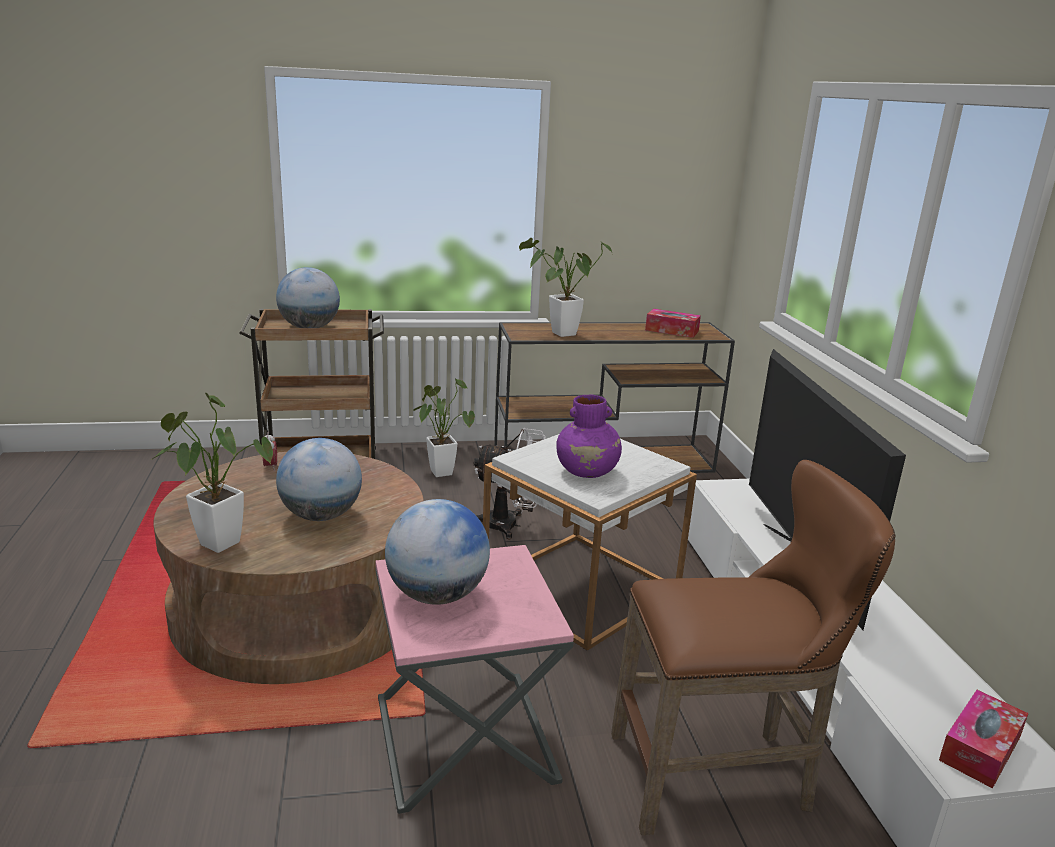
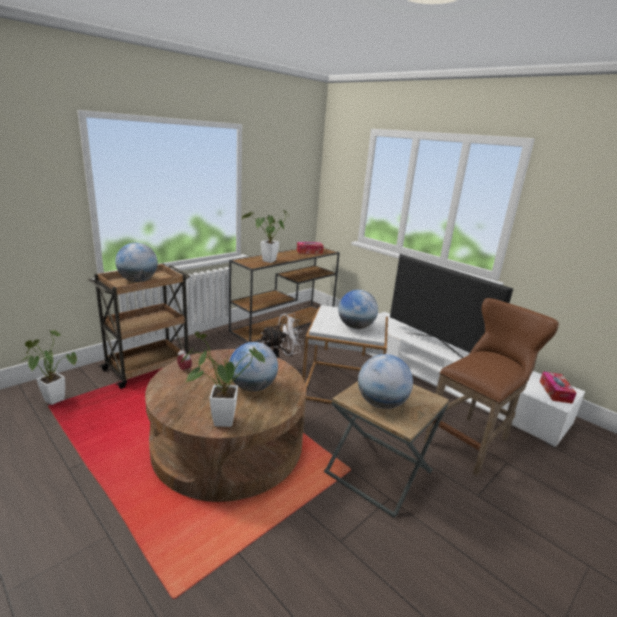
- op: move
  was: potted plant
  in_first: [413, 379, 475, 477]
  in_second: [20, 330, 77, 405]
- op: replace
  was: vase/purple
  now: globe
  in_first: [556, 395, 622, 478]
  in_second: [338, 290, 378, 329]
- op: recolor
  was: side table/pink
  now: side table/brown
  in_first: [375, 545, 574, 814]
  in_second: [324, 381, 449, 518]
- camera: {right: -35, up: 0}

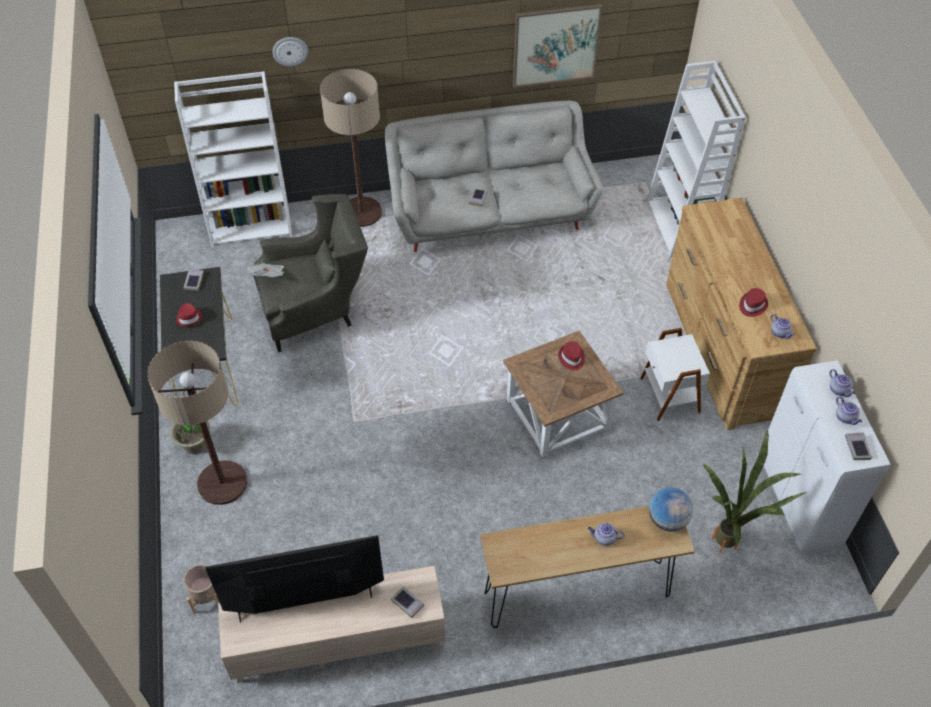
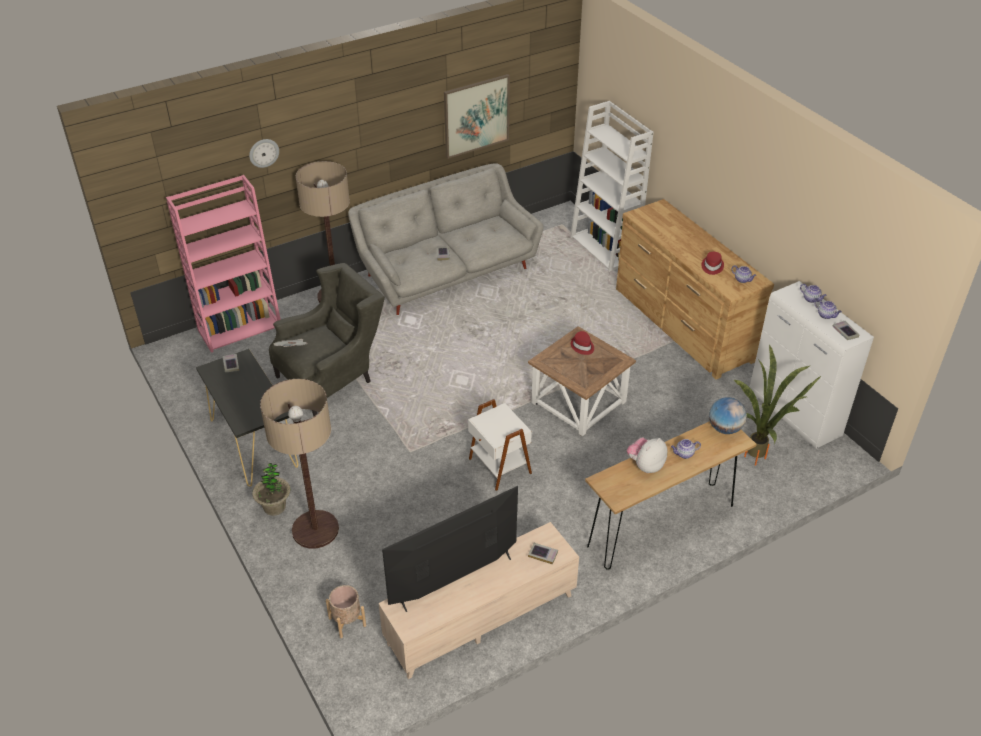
- op: recolor
  was: bookcase/white
  now: bookcase/pink
  in_first: [174, 71, 292, 247]
  in_second: [166, 175, 281, 353]
- op: delete
  was: hat/red
  in_first: [176, 303, 202, 327]
- op: move
  was: side table/white
  in_first: [640, 328, 710, 421]
  in_second: [468, 399, 532, 491]
- op: insert
  now: plush toy
  in_second: [627, 438, 667, 473]
- camera: {right: -20, up: -10}

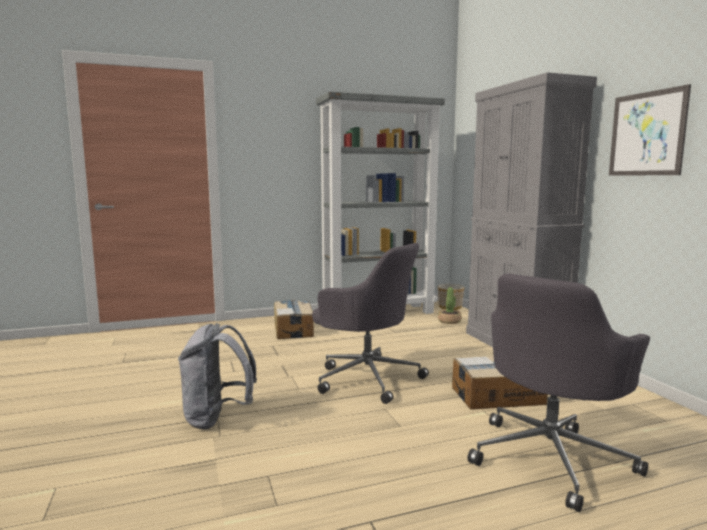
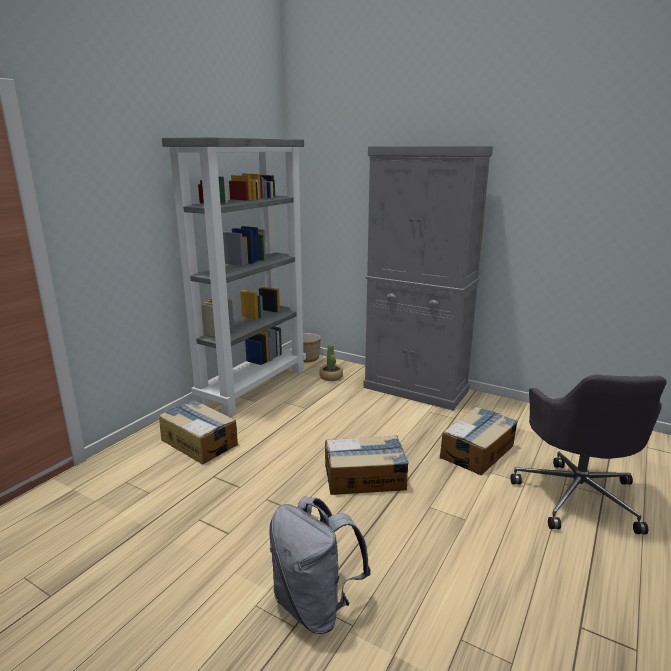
- op: delete
  was: picture
  in_first: [609, 84, 691, 176]
- op: replace
  was: office chair/grey
  now: cardboard box
  in_first: [312, 243, 429, 404]
  in_second: [325, 435, 409, 495]
- camera: {right: -40, up: 10}

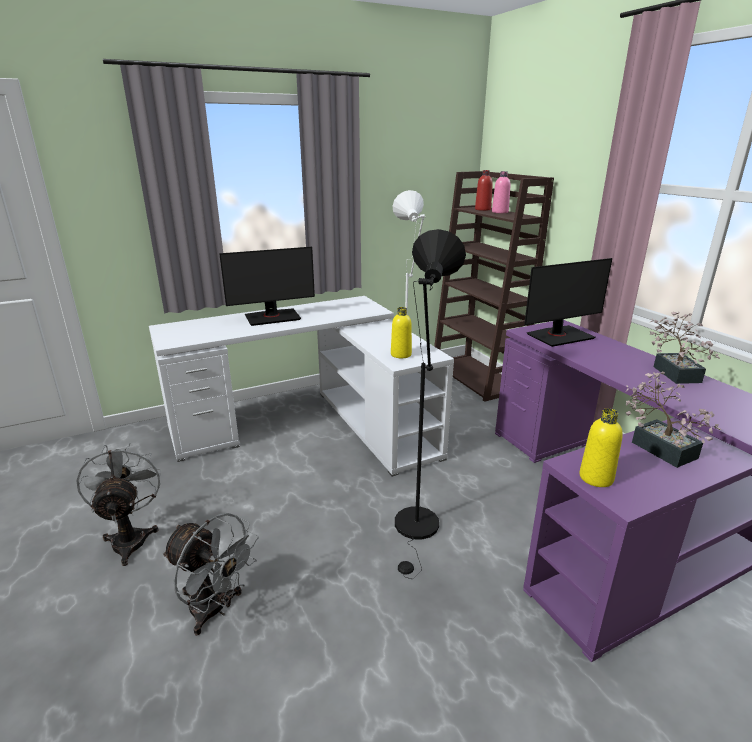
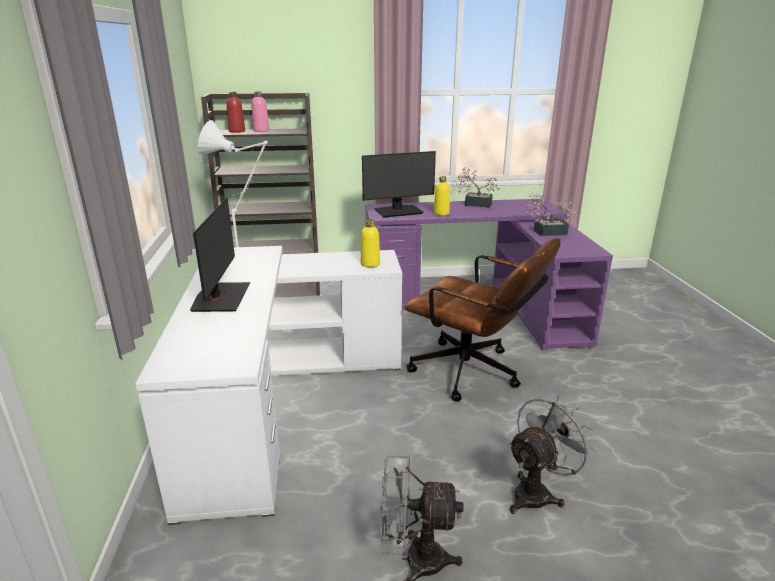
- op: replace
  was: floor lamp/black
  now: office chair/brown
  in_first: [395, 229, 466, 579]
  in_second: [405, 238, 561, 401]
- op: rotate
  was: monitor
  in_first: [524, 258, 612, 347]
  in_second: [362, 151, 436, 218]
  clockwise: 75
- op: move
  was: bottle/yellow
  in_first: [579, 408, 623, 487]
  in_second: [434, 176, 450, 216]
- camera: {right: -70, up: 0}

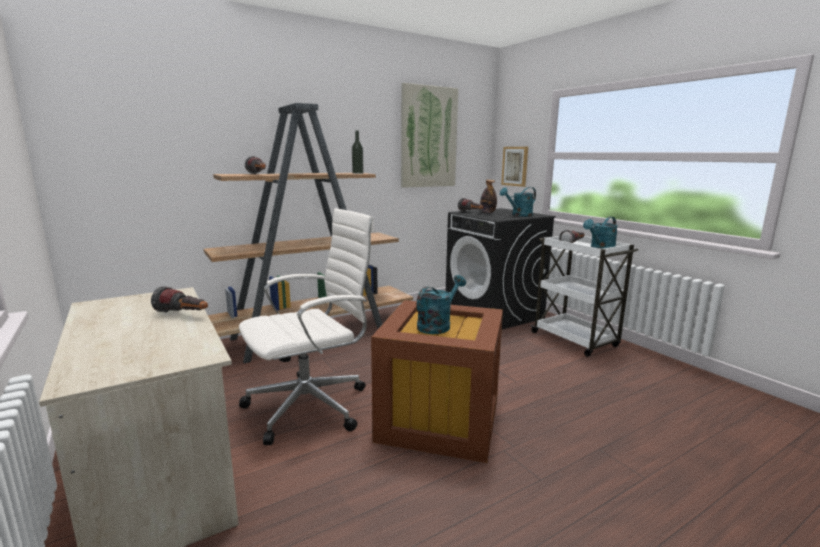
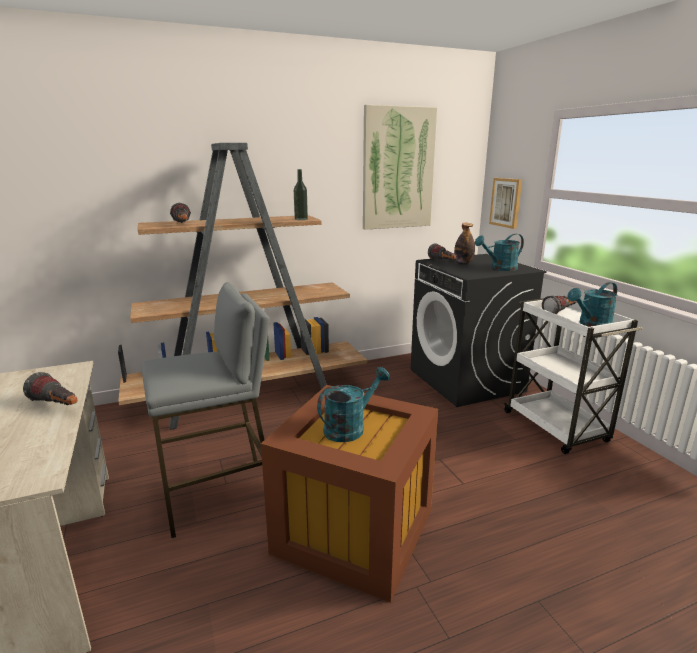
- op: replace
  was: office chair/white
  now: stool/grey
  in_first: [239, 208, 375, 445]
  in_second: [141, 282, 270, 539]
- camera: {right: 10, up: 5}

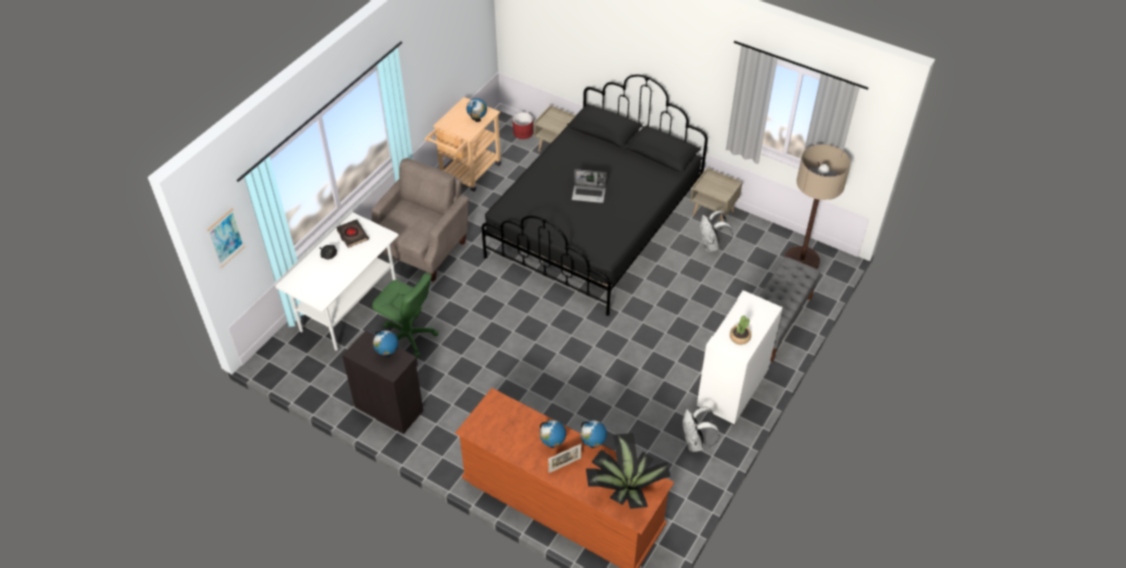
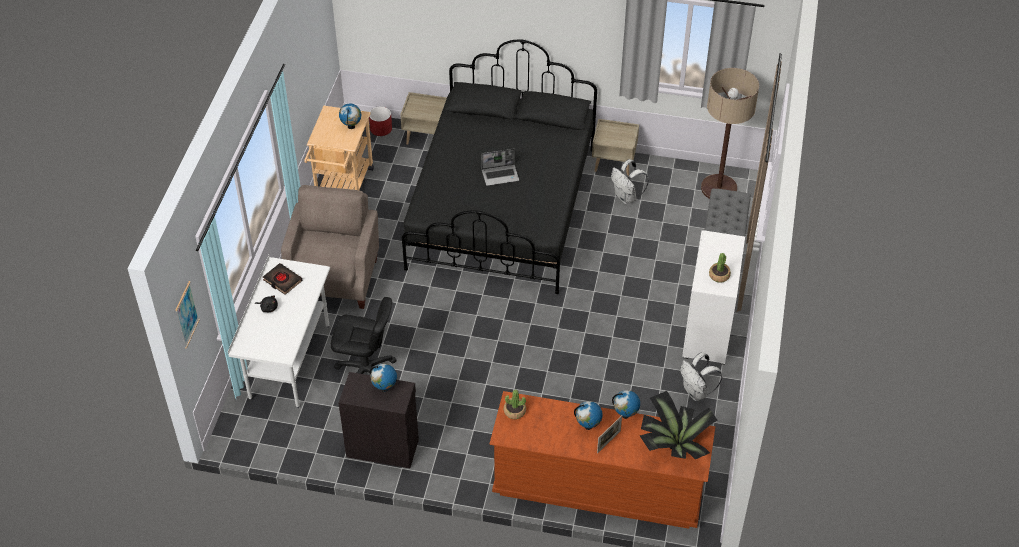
- op: recolor
  was: office chair/green
  now: office chair/black
  in_first: [372, 273, 438, 358]
  in_second: [331, 297, 397, 374]
- op: insert
  now: potted plant
  in_second: [504, 390, 526, 419]
- camera: {right: -20, up: 0}

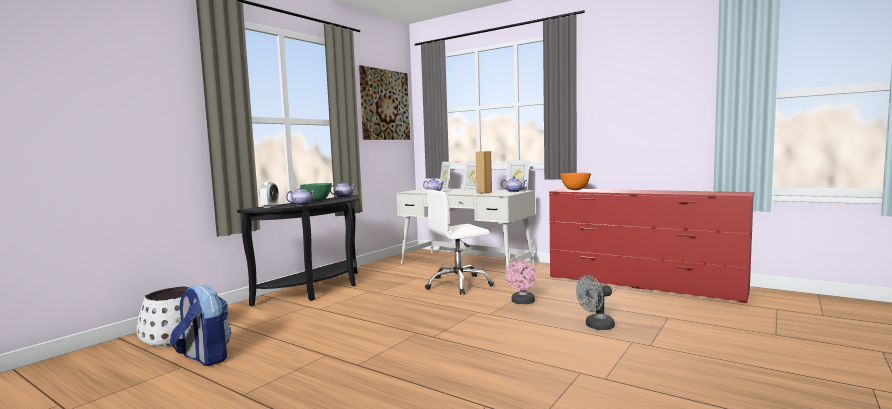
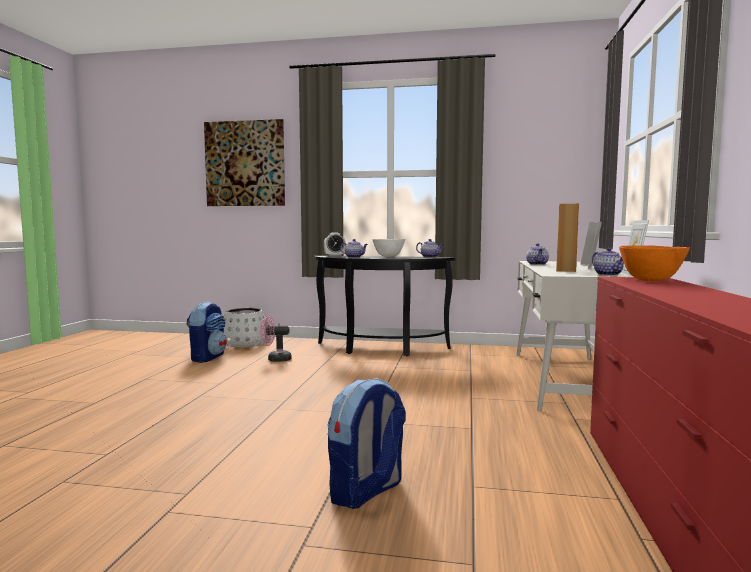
- op: move
  was: picture
  in_first: [359, 65, 410, 140]
  in_second: [204, 119, 285, 206]
- op: recolor
  was: bowl/green
  now: bowl/white
  in_first: [300, 183, 332, 201]
  in_second: [373, 239, 405, 257]
- op: delete
  was: office chair/white
  in_first: [425, 189, 494, 295]
- op: move
  was: fan/pink
  in_first: [505, 260, 536, 304]
  in_second: [260, 315, 291, 362]
- op: replace
  was: fan/grey
  now: backpack
  in_first: [576, 275, 615, 330]
  in_second: [328, 378, 406, 509]
- camera: {right: 65, up: 0}

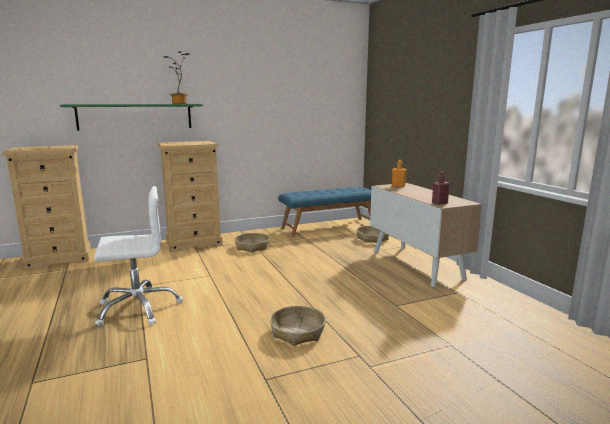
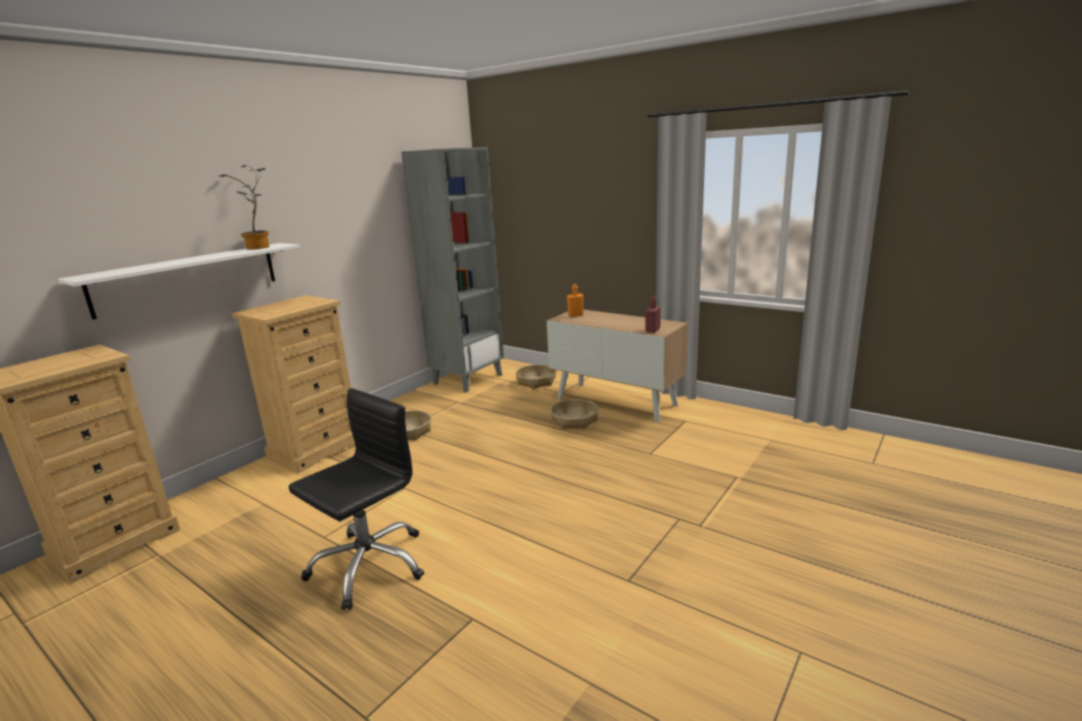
- op: recolor
  was: shelf/green
  now: shelf/white
  in_first: [60, 104, 203, 131]
  in_second: [58, 243, 300, 320]
- op: recolor
  was: office chair/white
  now: office chair/black
  in_first: [94, 186, 183, 327]
  in_second: [289, 388, 424, 610]
- op: replace
  was: bench/blue
  now: bookcase/grey
  in_first: [278, 187, 371, 237]
  in_second: [401, 147, 504, 393]
- op: move
  was: basket
  in_first: [270, 306, 326, 346]
  in_second: [550, 399, 599, 429]
- camera: {right: -30, up: 5}

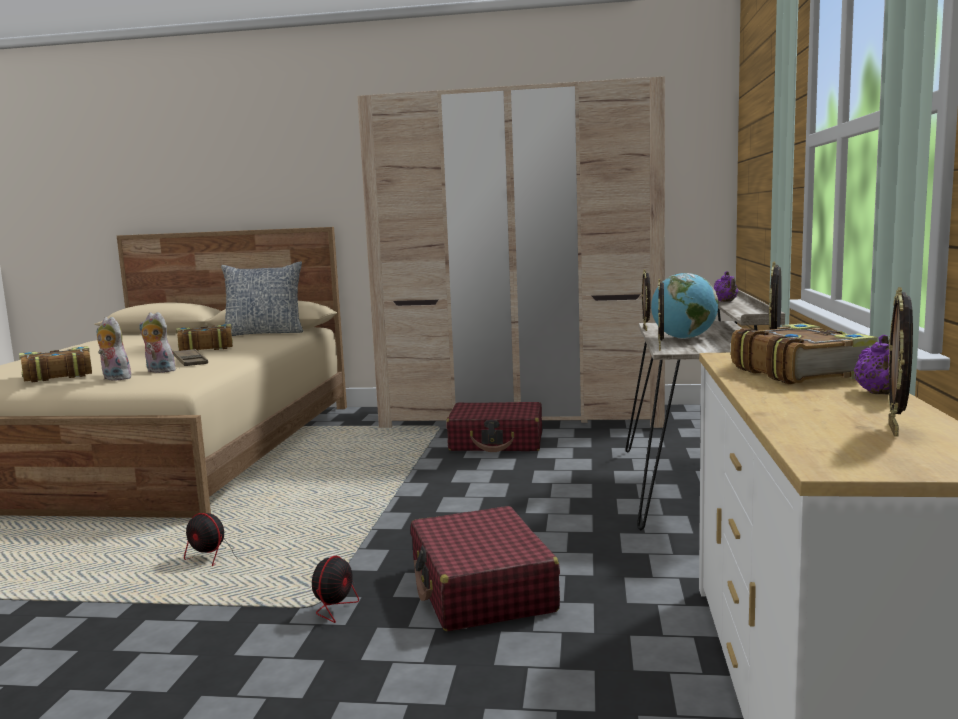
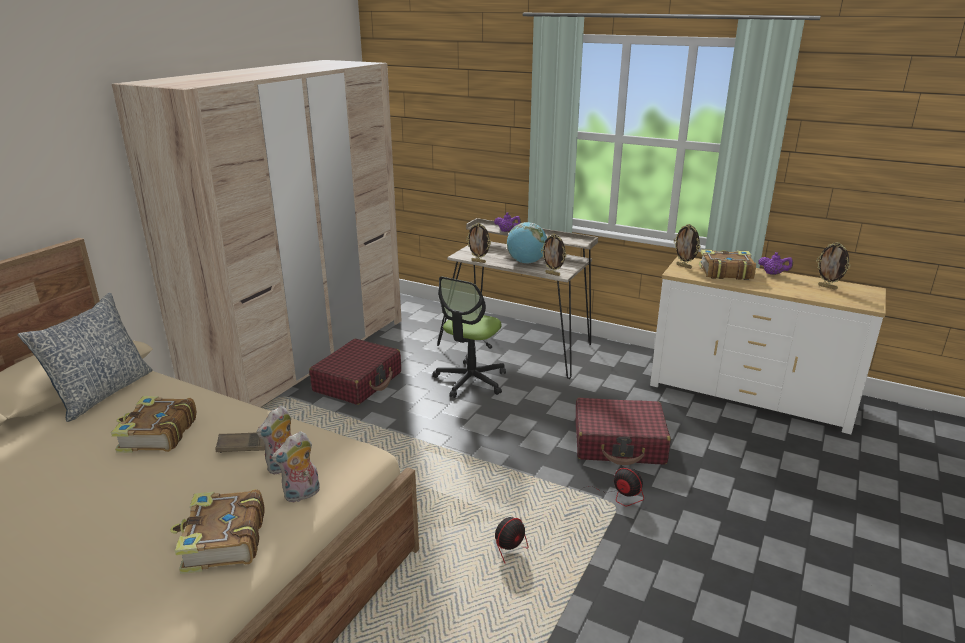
- op: insert
  now: office chair
  in_second: [432, 277, 506, 398]
- camera: {right: -70, up: 15}

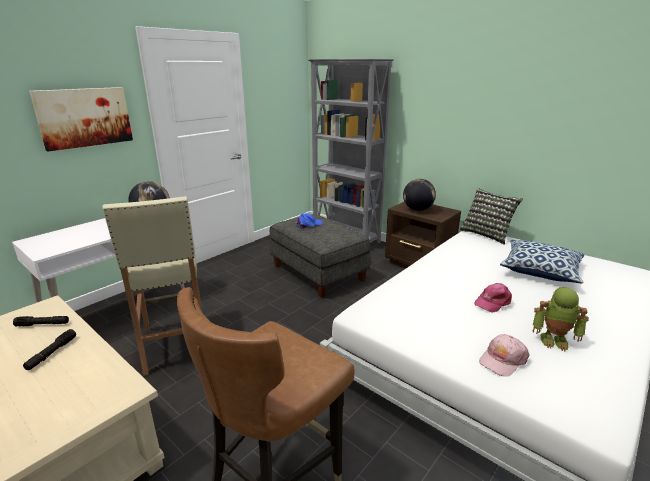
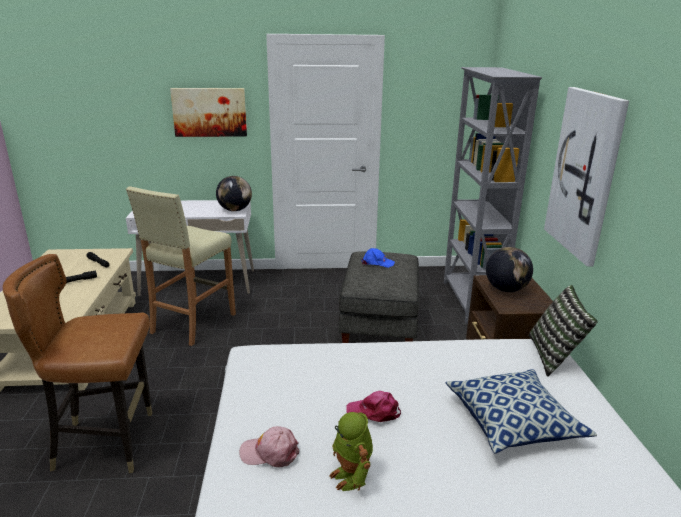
- op: insert
  now: picture
  in_second: [544, 87, 629, 266]
- camera: {right: 45, up: 0}

